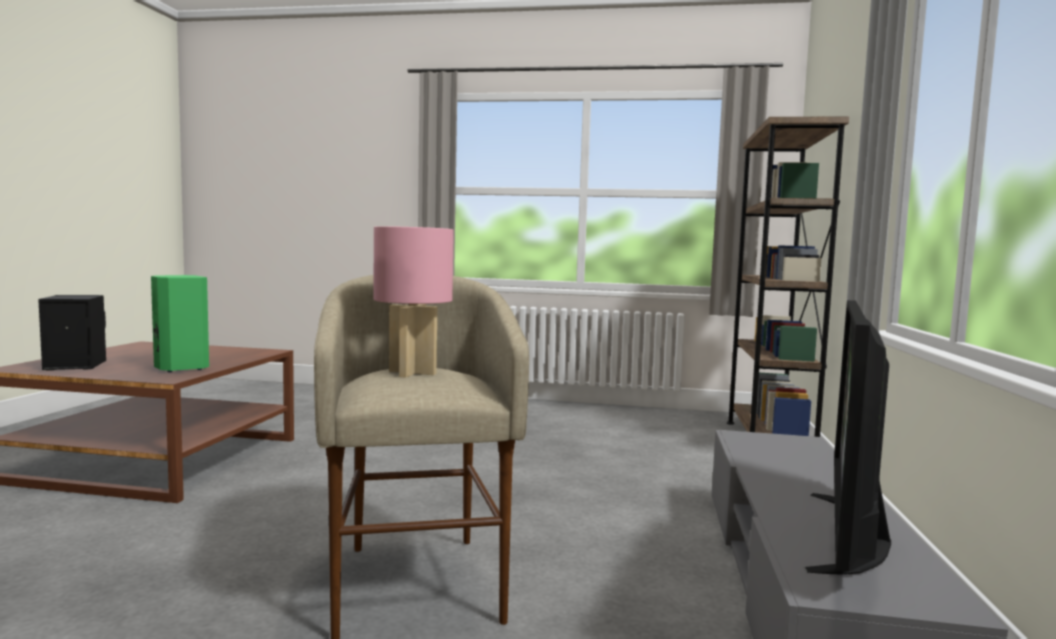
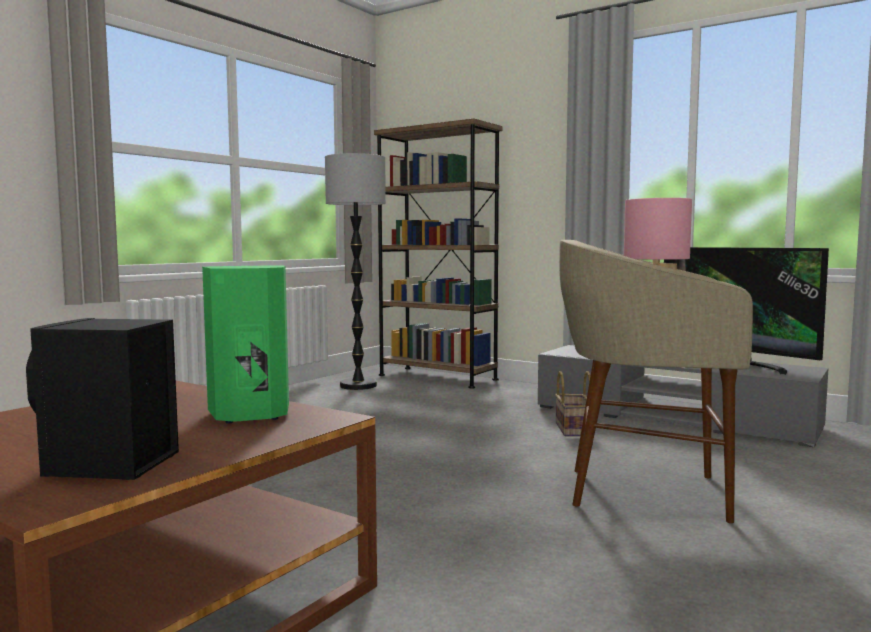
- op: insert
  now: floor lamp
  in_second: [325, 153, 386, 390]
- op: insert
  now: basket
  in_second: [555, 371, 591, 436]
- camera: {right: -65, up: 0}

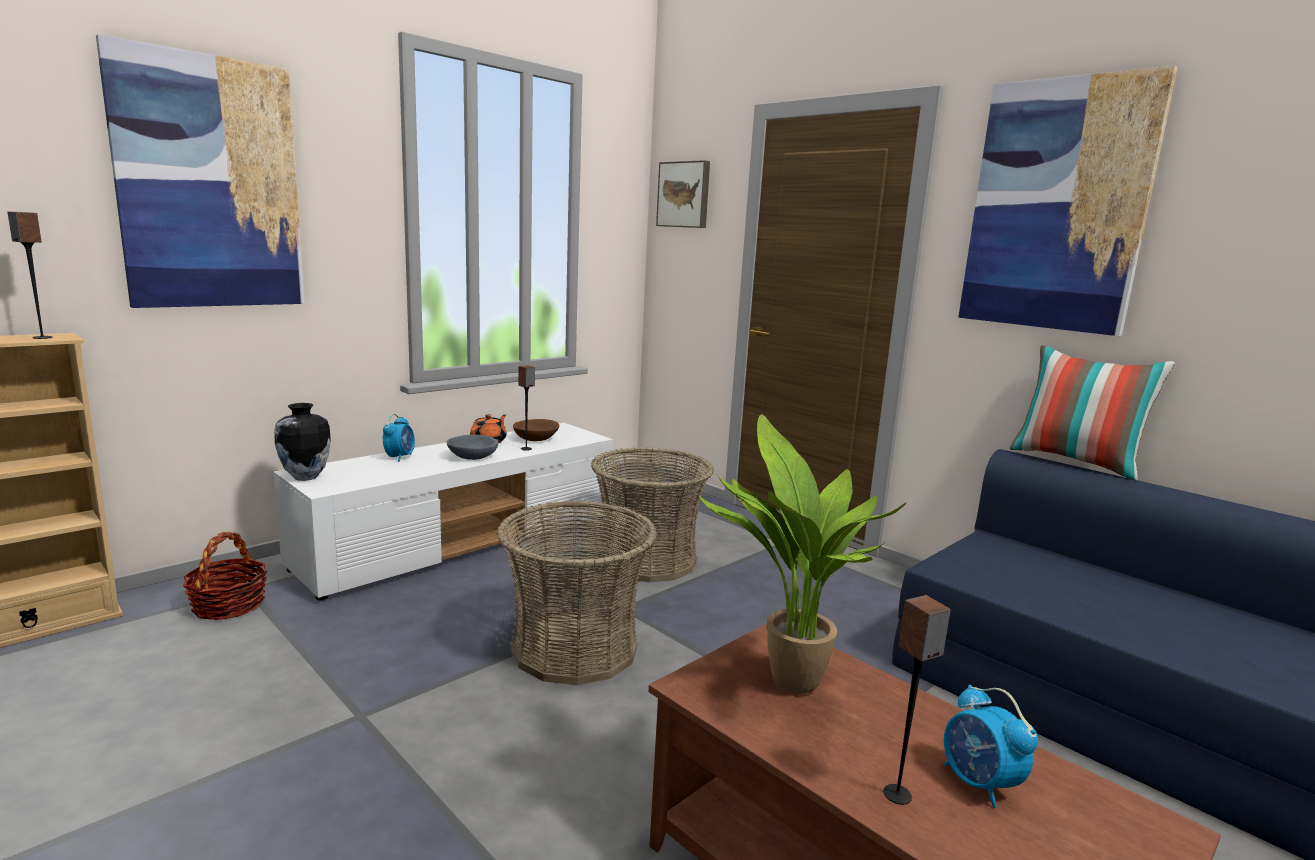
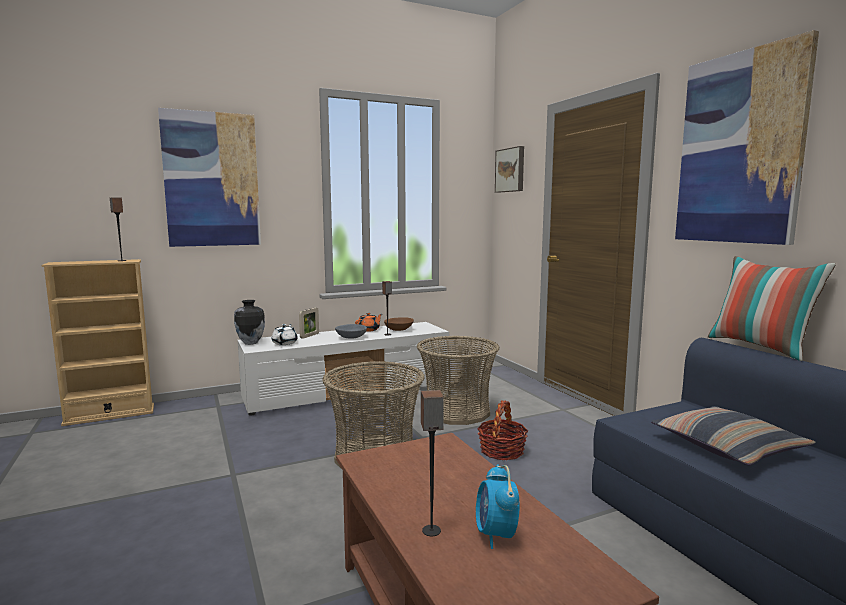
- op: replace
  was: alarm clock
  now: picture frame
  in_first: [383, 414, 415, 462]
  in_second: [299, 308, 319, 339]
- op: delete
  was: potted plant
  in_first: [698, 414, 906, 694]
- op: move
  was: basket
  in_first: [183, 532, 267, 620]
  in_second: [477, 401, 528, 461]
- op: insert
  now: teapot/white
  in_second: [272, 324, 298, 345]
- op: insert
  now: pillow
  in_second: [651, 406, 816, 466]
- camera: {right: 20, up: -5}

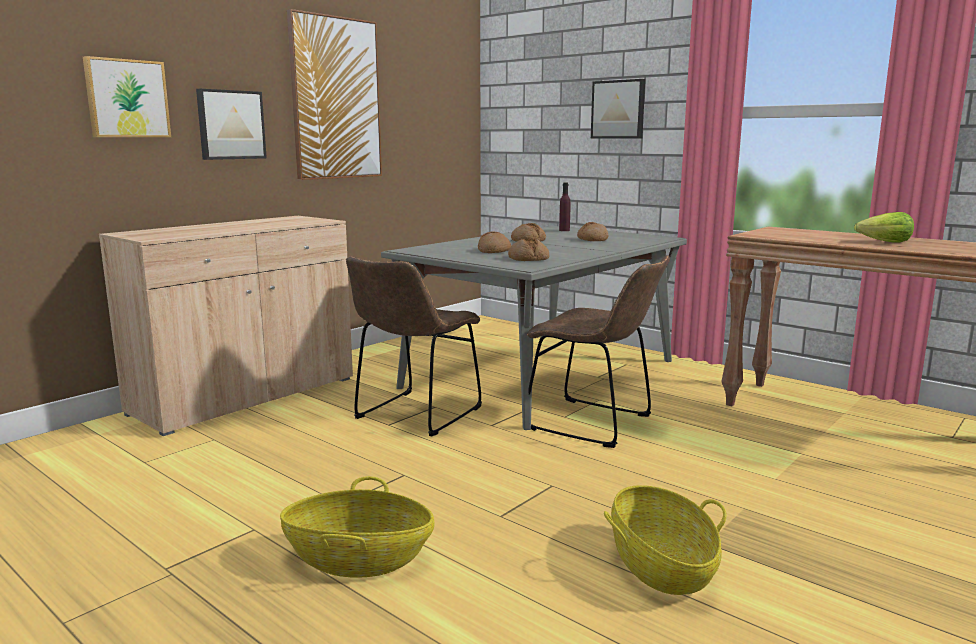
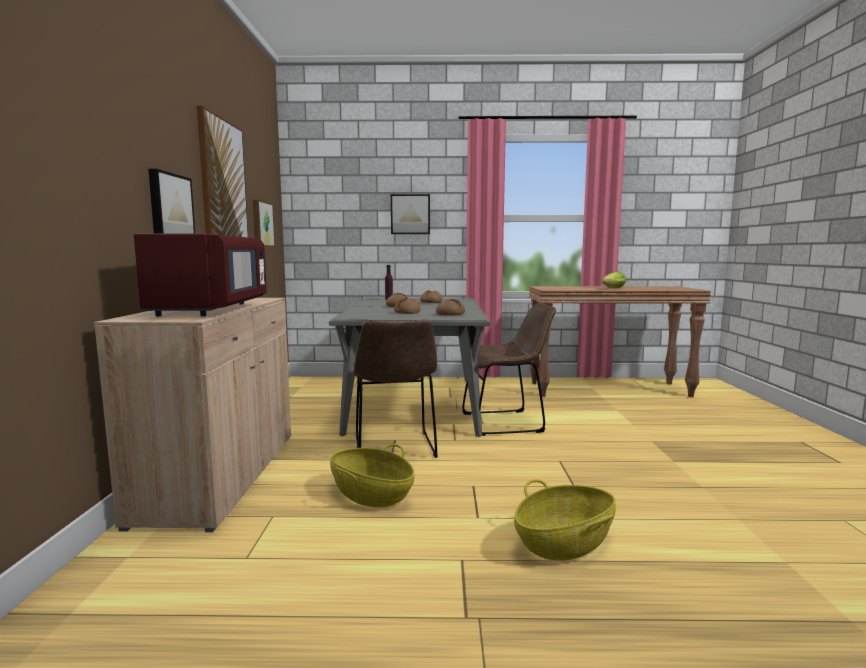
- op: move
  was: picture
  in_first: [83, 56, 171, 137]
  in_second: [253, 200, 275, 247]
- op: move
  was: basket
  in_first: [604, 485, 727, 595]
  in_second: [330, 444, 414, 507]
- op: insert
  now: microwave/red
  in_second: [134, 234, 267, 316]
- camera: {right: -40, up: -5}

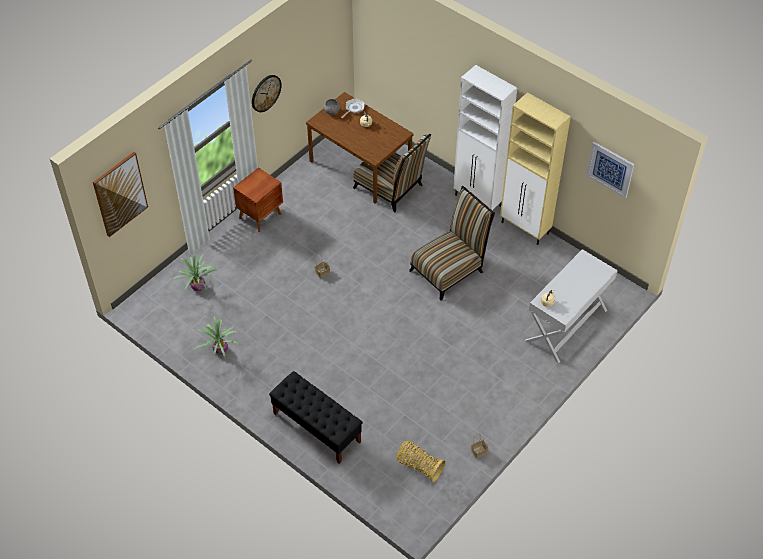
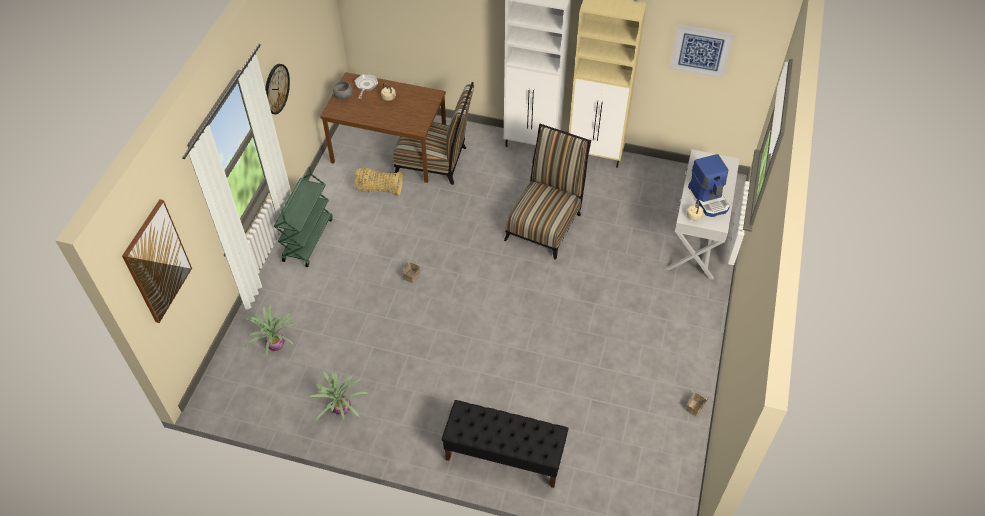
- op: replace
  was: nightstand/brown
  now: cart/green
  in_first: [233, 167, 283, 232]
  in_second: [274, 167, 333, 267]
- op: move
  was: basket
  in_first: [396, 441, 445, 482]
  in_second: [355, 168, 403, 196]
- op: insert
  now: coffee machine
  in_second: [688, 154, 730, 217]
- camera: {right: -25, up: 0}

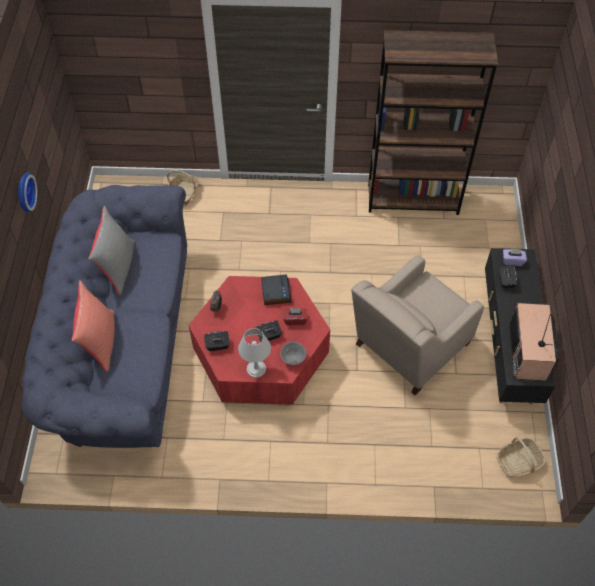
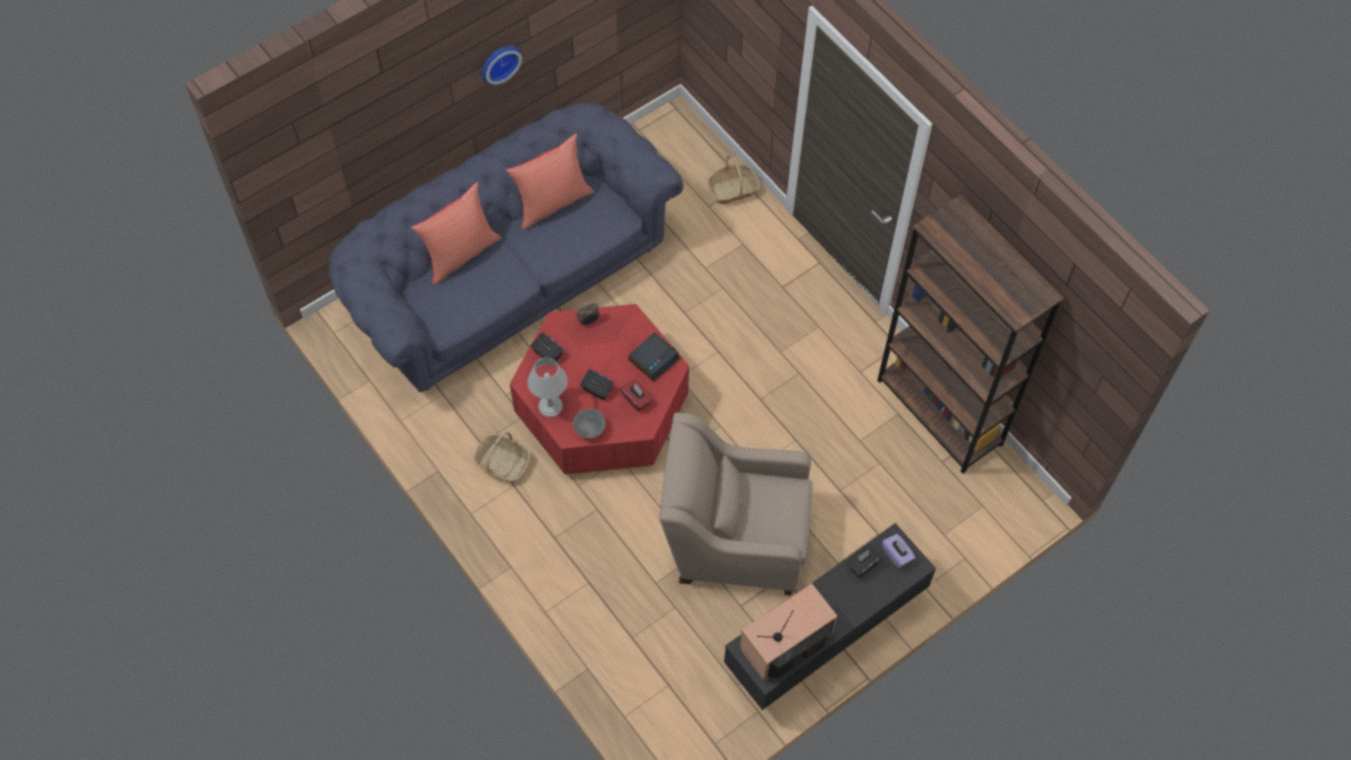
- op: recolor
  was: pillow/grey
  now: pillow/red
  in_first: [88, 206, 135, 295]
  in_second: [506, 134, 594, 230]
- op: move
  was: basket
  in_first: [497, 437, 546, 477]
  in_second: [473, 432, 531, 482]
- camera: {right: 50, up: 5}

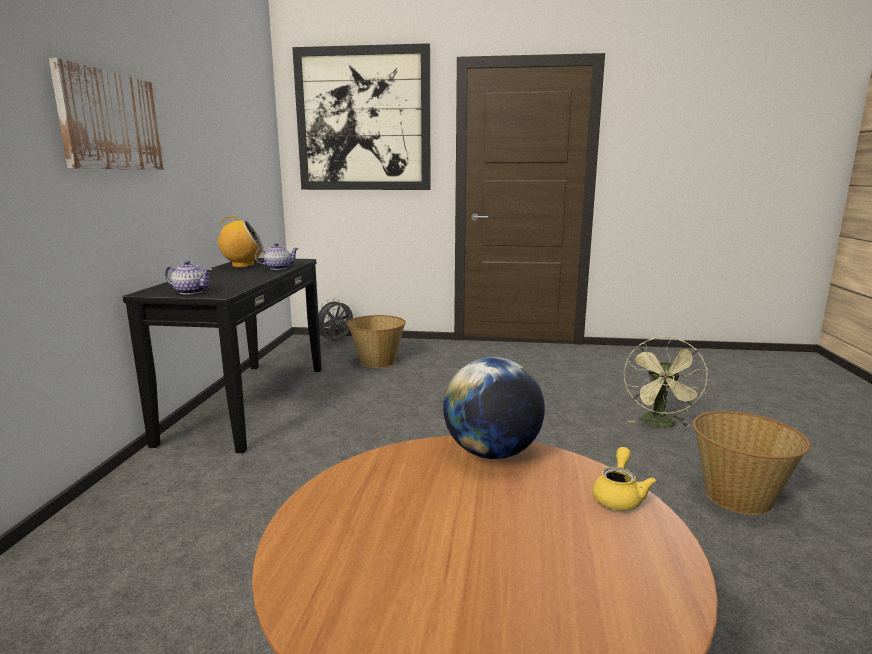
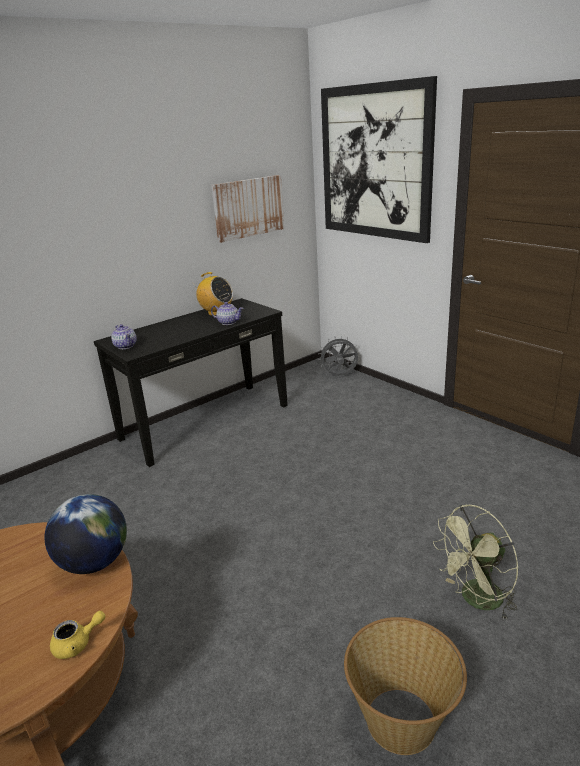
- op: move
  was: picture
  in_first: [49, 58, 165, 170]
  in_second: [211, 175, 284, 243]
- op: delete
  was: basket
  in_first: [346, 315, 406, 368]
- camera: {right: 45, up: 10}

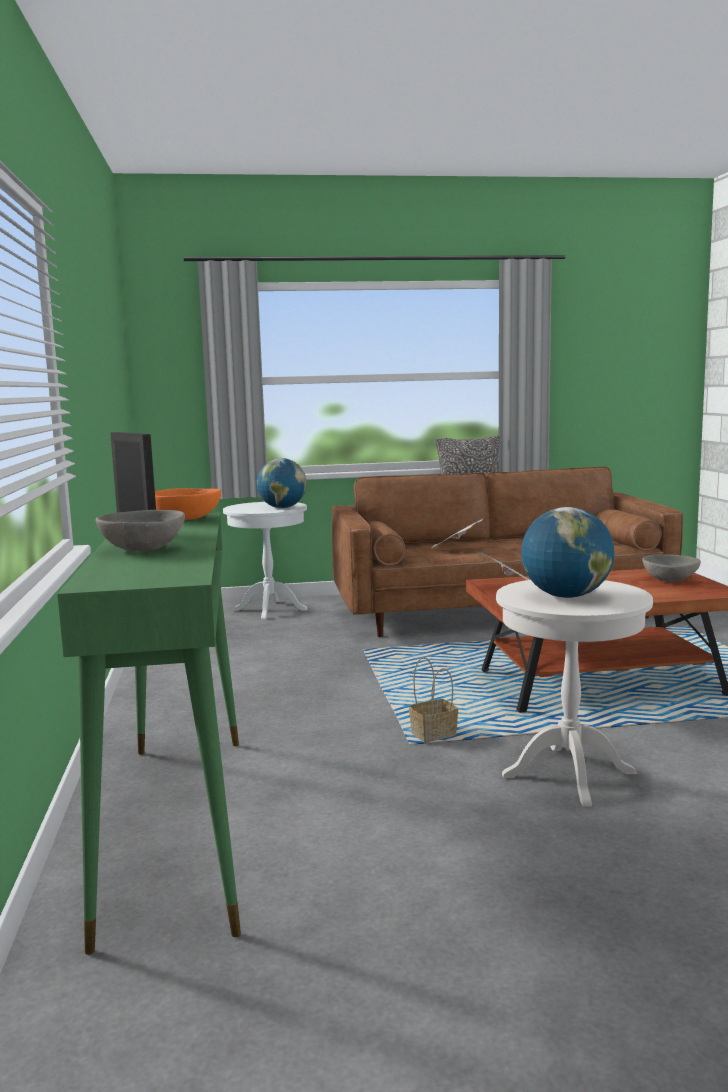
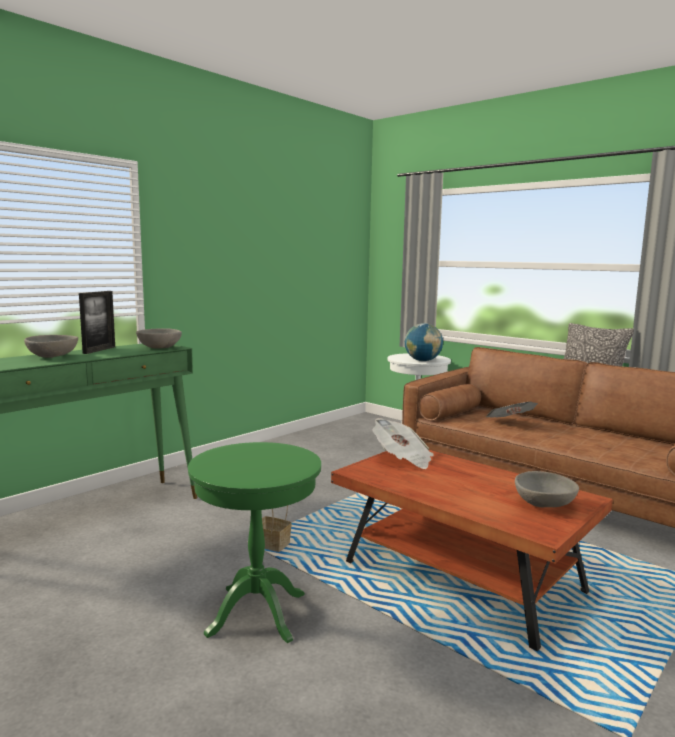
- op: recolor
  was: bowl/orange
  now: bowl/grey
  in_first: [155, 488, 221, 520]
  in_second: [136, 328, 182, 349]
- op: delete
  was: globe
  in_first: [521, 507, 615, 598]
- op: recolor
  was: side table/white
  now: side table/green
  in_first: [496, 580, 653, 807]
  in_second: [188, 442, 321, 643]
- camera: {right: 50, up: 0}

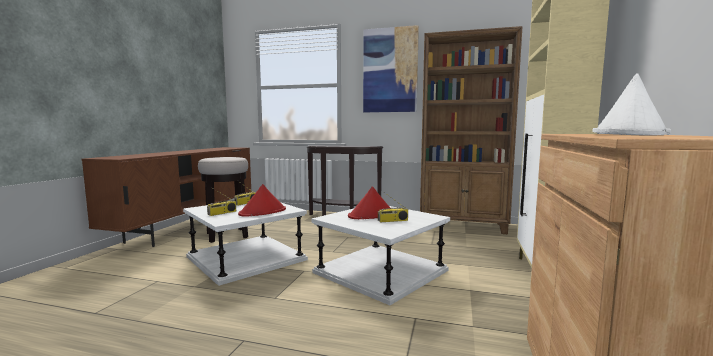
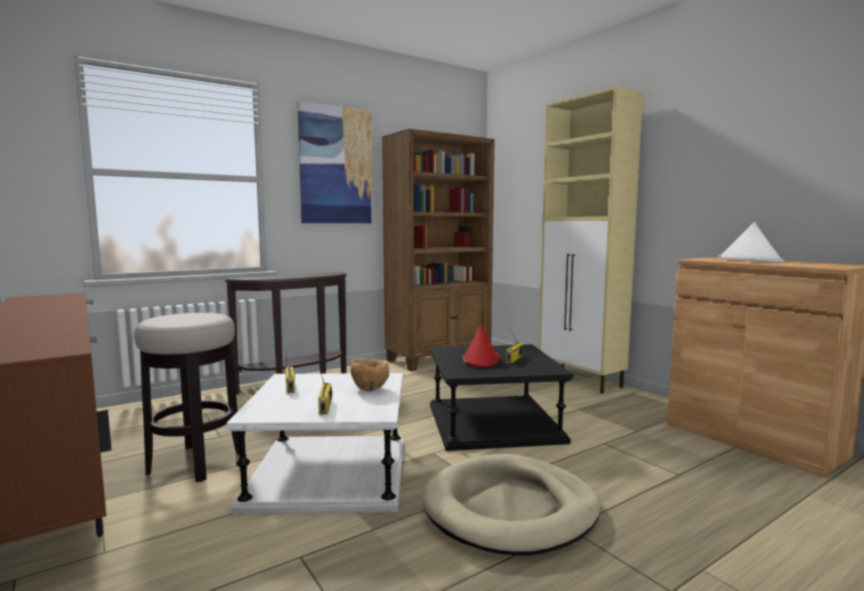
- op: replace
  was: hat/red
  now: bowl/brown
  in_first: [238, 184, 286, 217]
  in_second: [350, 358, 389, 391]
- op: recolor
  was: side table/white
  now: side table/black
  in_first: [311, 206, 450, 305]
  in_second: [430, 344, 573, 451]
- op: insert
  now: dog bed/beige
  in_second: [422, 454, 601, 556]
- camera: {right: -50, up: 0}

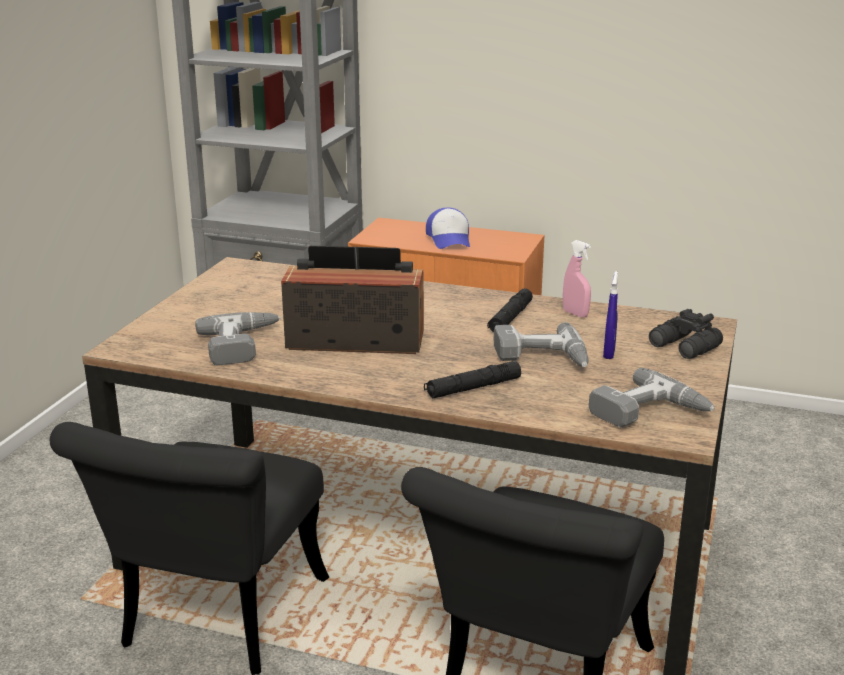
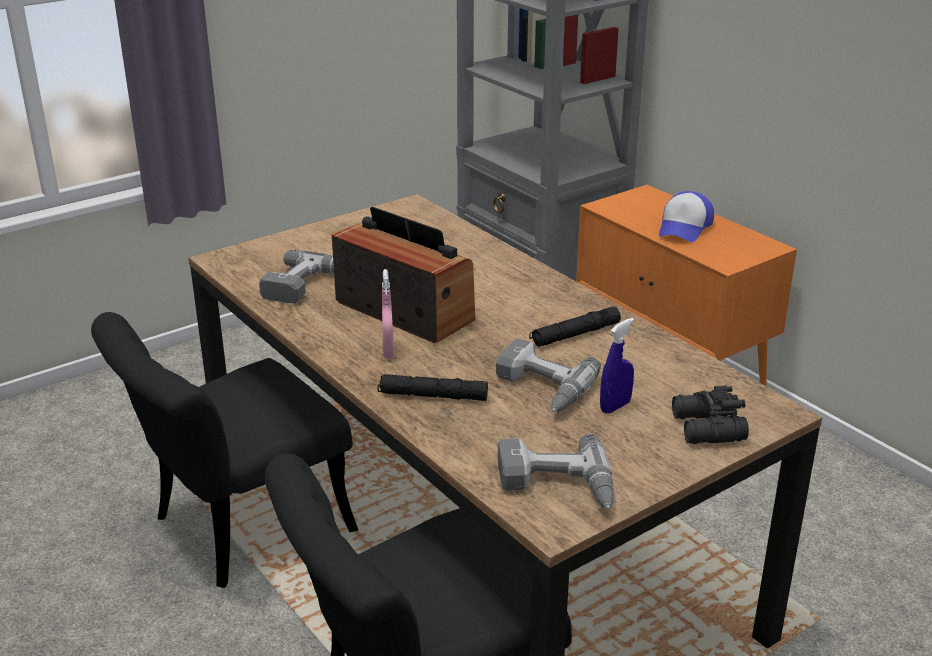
- op: move
  was: spray bottle/pink
  in_first: [563, 240, 591, 318]
  in_second: [382, 269, 394, 358]
- camera: {right: 35, up: 5}

